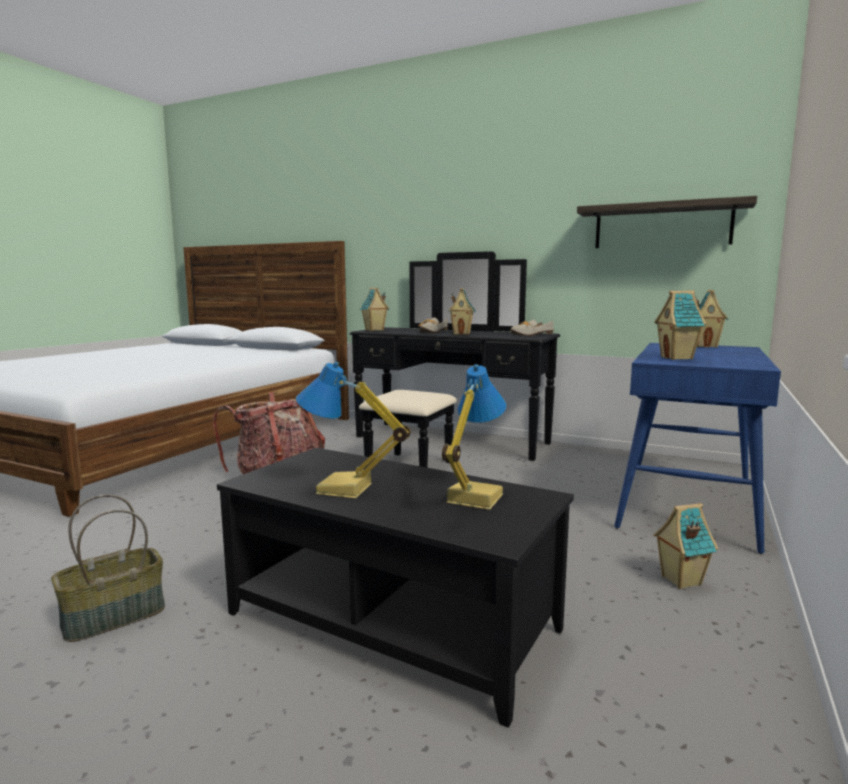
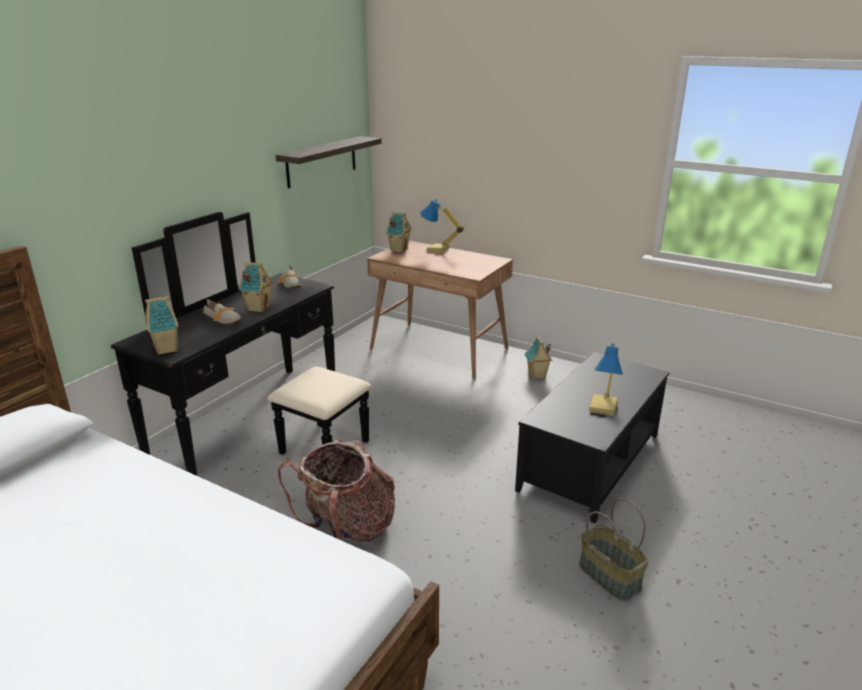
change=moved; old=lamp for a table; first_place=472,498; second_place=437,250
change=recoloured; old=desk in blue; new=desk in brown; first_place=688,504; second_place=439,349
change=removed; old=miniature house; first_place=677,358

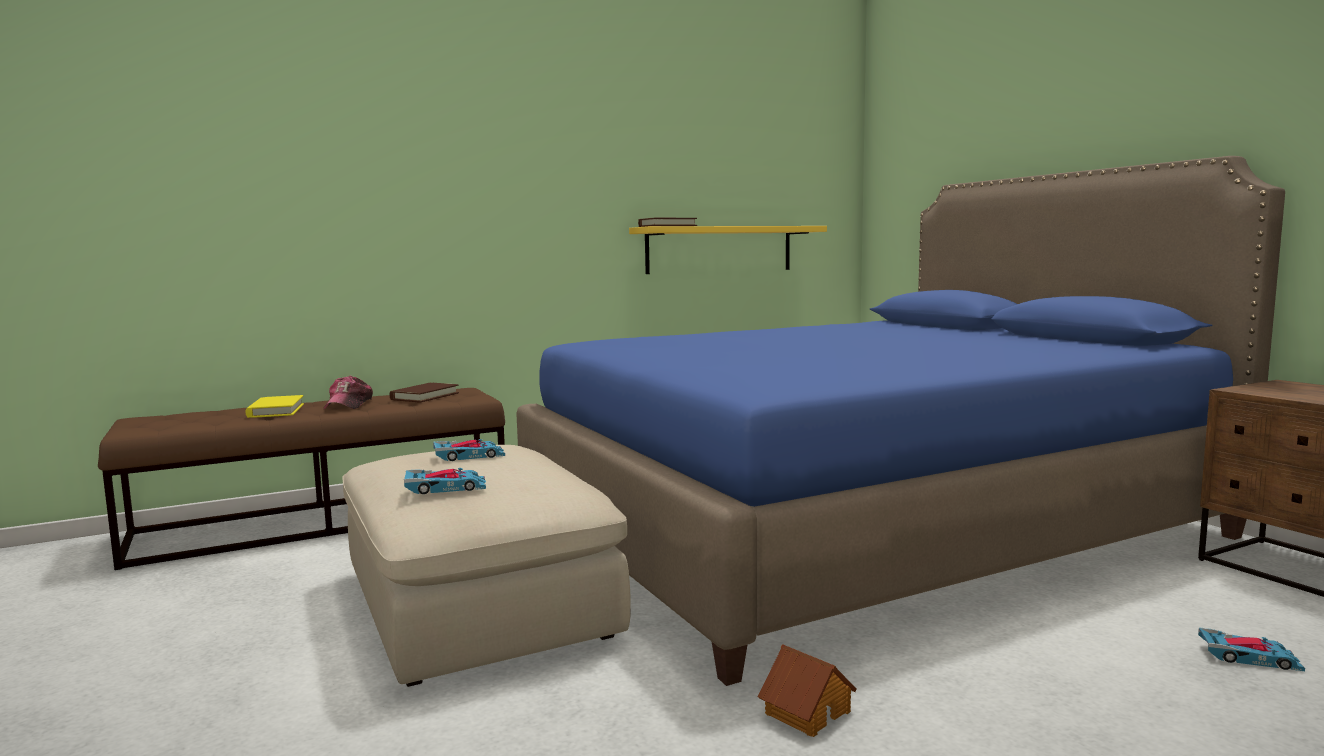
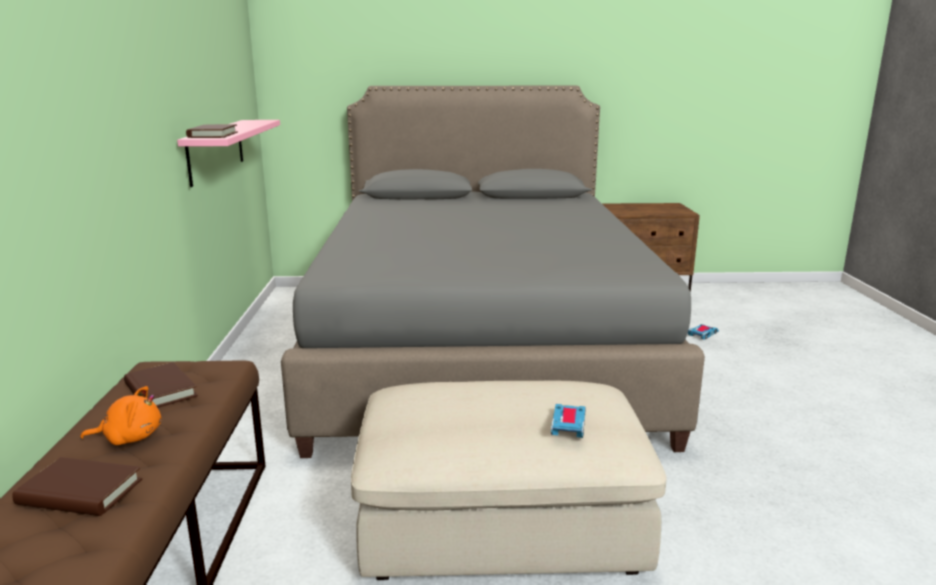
change=recoloured; old=bound book in yellowish; new=bound book in brown; first_place=276,411; second_place=80,492
change=replaced; old=peaked cap; new=soft toy in orange; first_place=349,404; second_place=130,438
change=removed; old=miniature car; first_place=469,456
change=recoloured; old=bedroom bed in blue; new=bedroom bed in greyish; first_place=863,525; second_place=480,348
change=recoloured; old=bracket shelf in yellowish; new=bracket shelf in pinkish; first_place=720,249; second_place=216,150
change=removed; old=miniature house; first_place=806,712

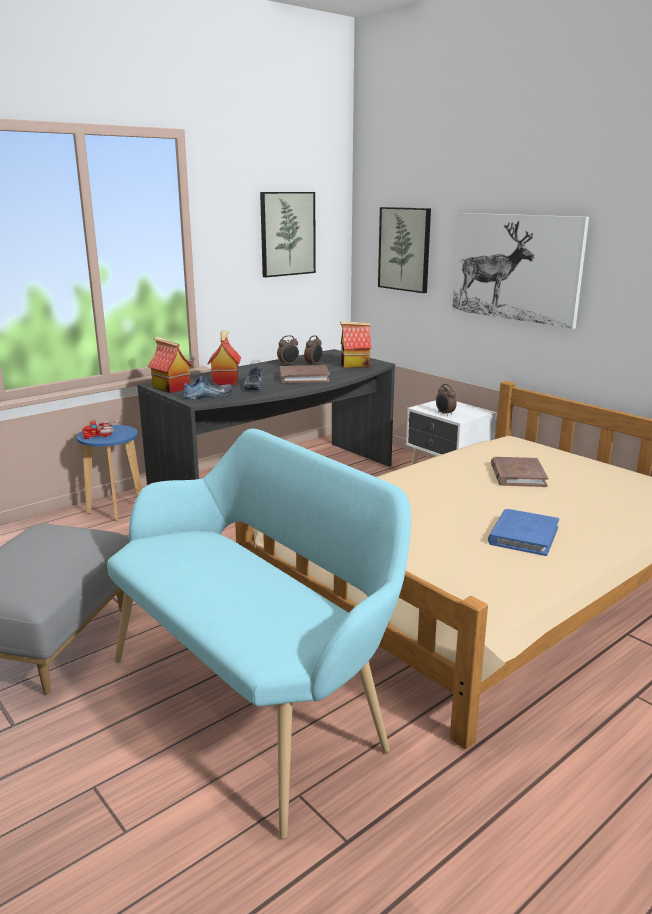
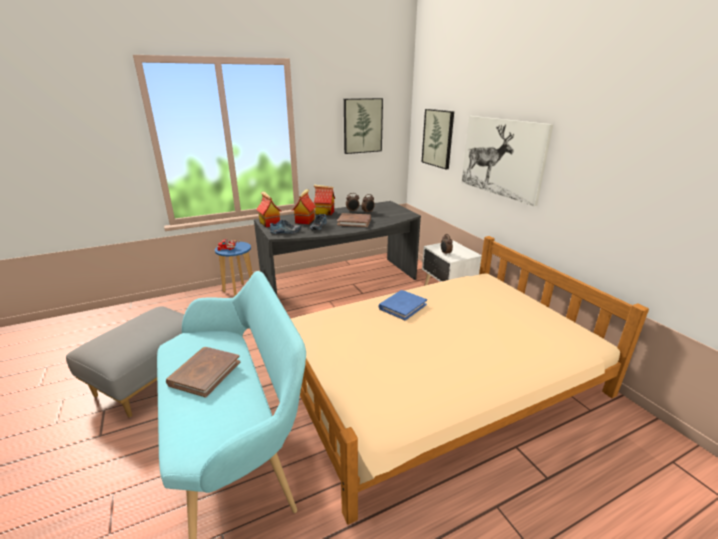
change=moved; old=miniature house; first_place=354,365; second_place=324,212
change=moved; old=bound book in blue; first_place=523,535; second_place=402,306
change=moved; old=bound book in brown; first_place=517,475; second_place=205,373

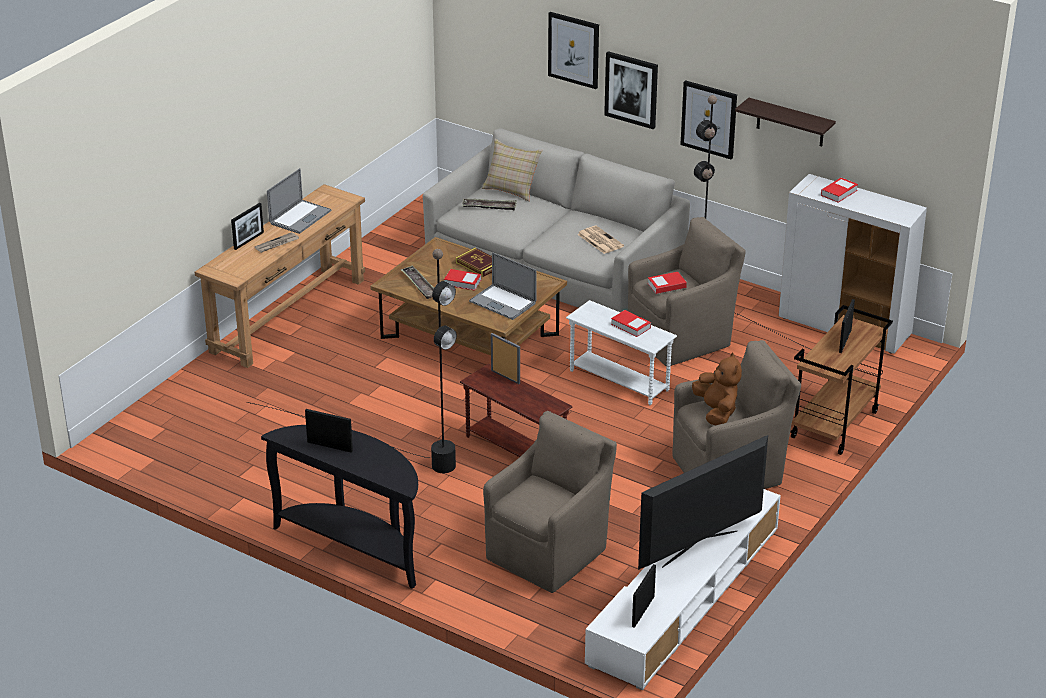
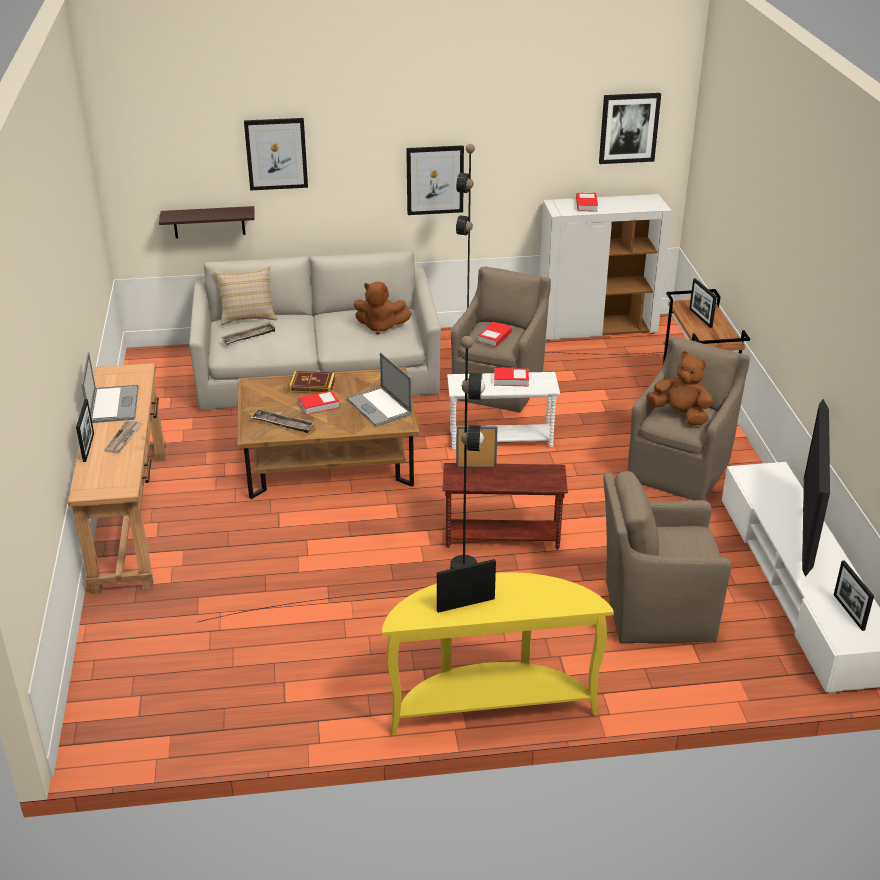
change=recoloured; old=console table in black; new=console table in yellowish; first_place=355,545; second_place=490,704
change=turned; old=portable computer; first_place=502,302; second_place=379,407; degrees=60
change=turned; old=lounge chair in brown; first_place=549,552; second_place=654,610; degrees=-90
change=replaced; old=printed paper; new=soft toy in brown; first_place=599,240; second_place=380,327
change=moved; old=picture; first_place=631,89; second_place=629,128
change=moved; old=bracket shelf; first_place=790,123; second_place=209,222

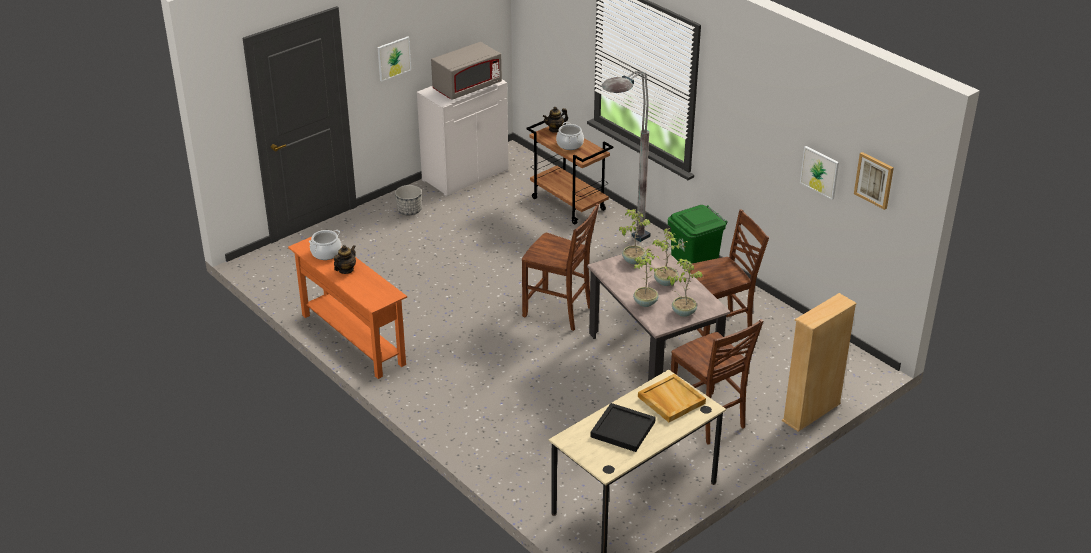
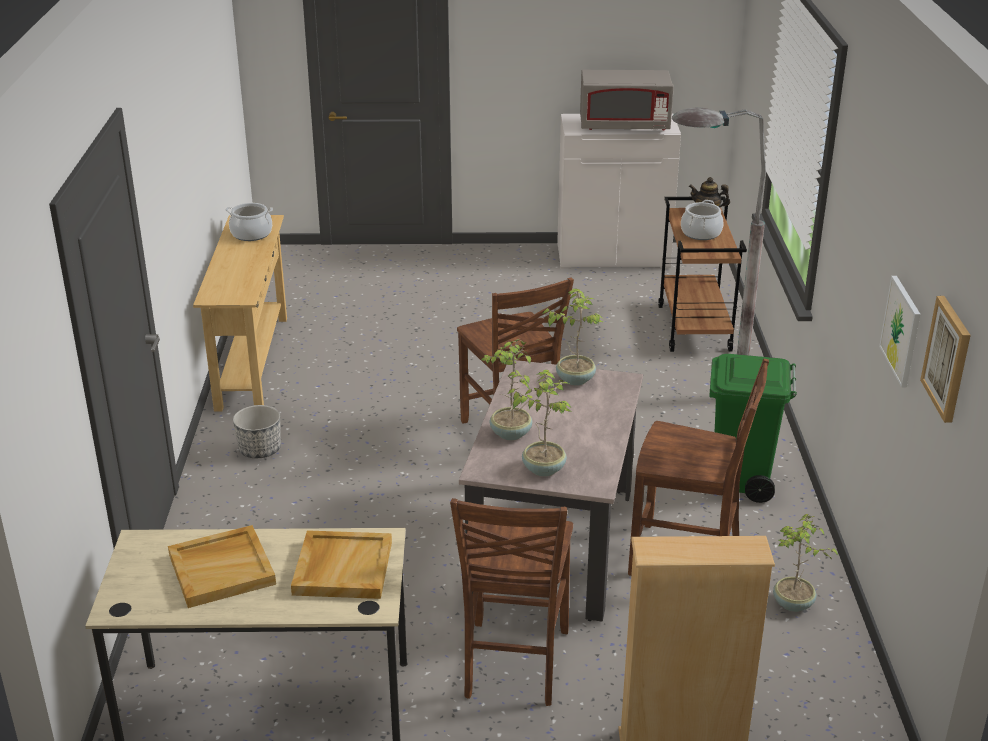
change=recoloured; old=console table in orange; new=console table in beige-coloured; first_place=352,339; second_place=251,362
change=removed; old=tea pot; first_place=346,270
change=removed; old=picture; first_place=393,58
change=moved; old=plant pot; first_place=409,210; second_place=260,449
change=recoloured; old=carrying tray in black; new=carrying tray in beige-coloured; first_place=622,429; second_place=222,569
change=moved; old=plant in a pot; first_place=666,282; second_place=793,604

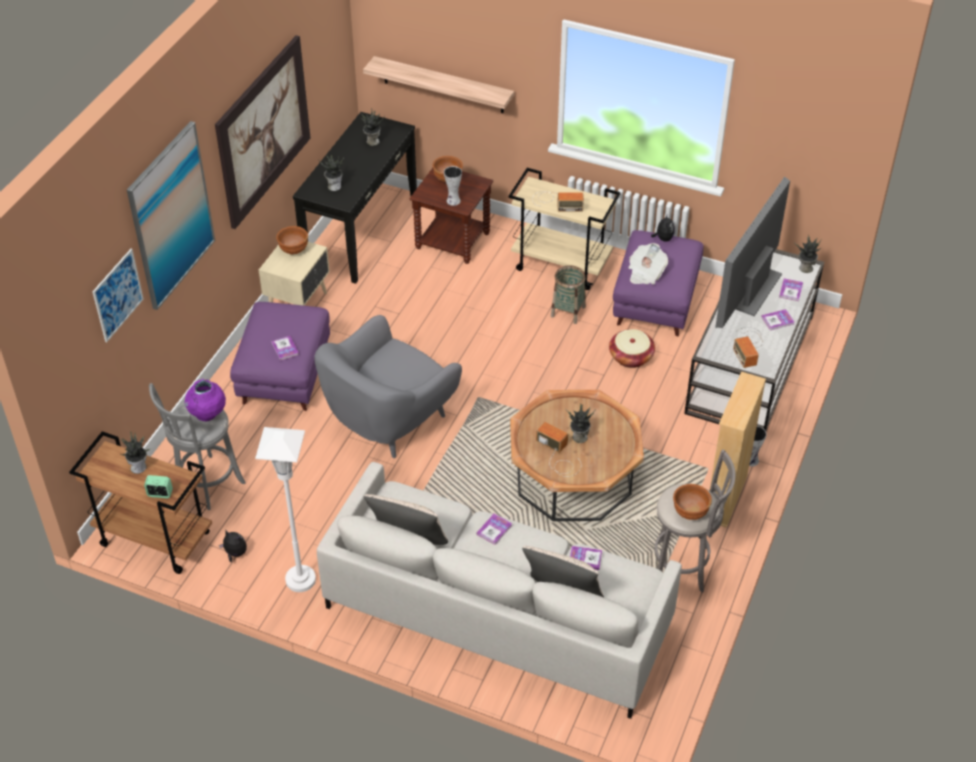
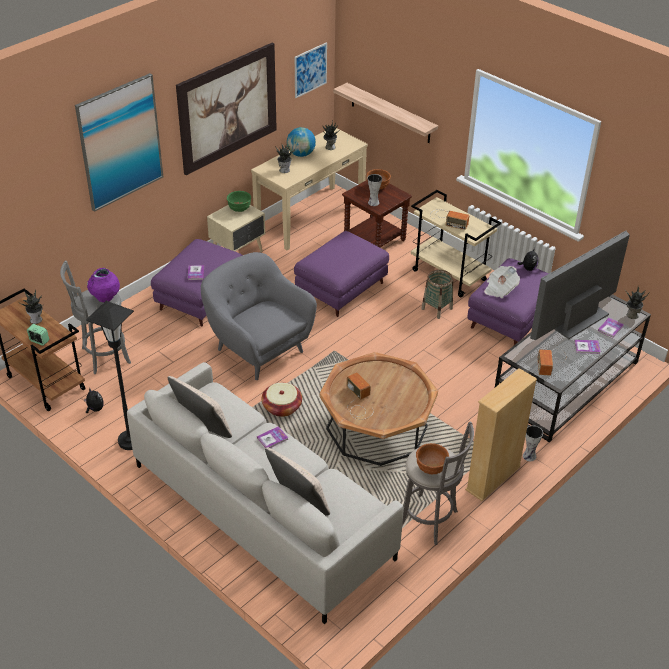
change=moved; old=picture; first_place=118,295; second_place=310,70
change=recoloured; old=standing lamp in white-coloured; new=standing lamp in black; first_place=300,579; second_place=130,441
change=recoloured; old=deep dish in brown; new=deep dish in green-coloured; first_place=293,250; second_place=239,209
change=recoloured; old=console table in black; new=console table in beige-coloured; first_place=360,232; second_place=310,217
change=turned; old=lounge chair in greyish; first_place=389,420; second_place=258,349; degrees=75
change=removed; old=plant in a pot; first_place=579,437
change=removed; old=bound book; first_place=585,558
change=moved; old=household basket; first_place=631,357; second_place=282,407
change=added; new=world globe; second_place=301,154
change=added; new=footrest in purple-coloured; second_place=341,289

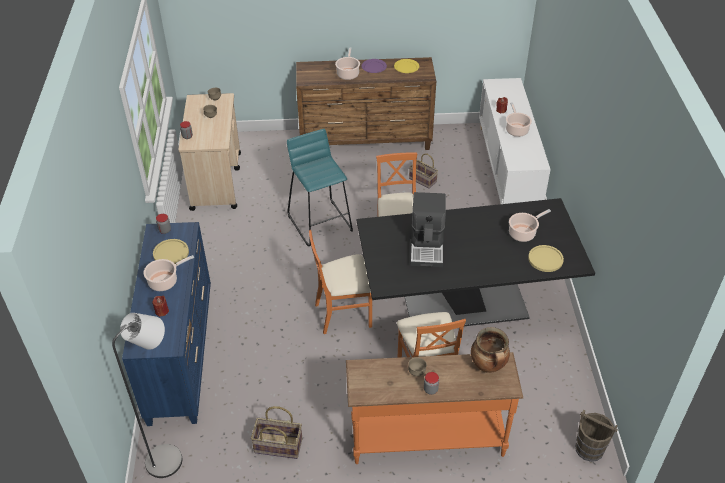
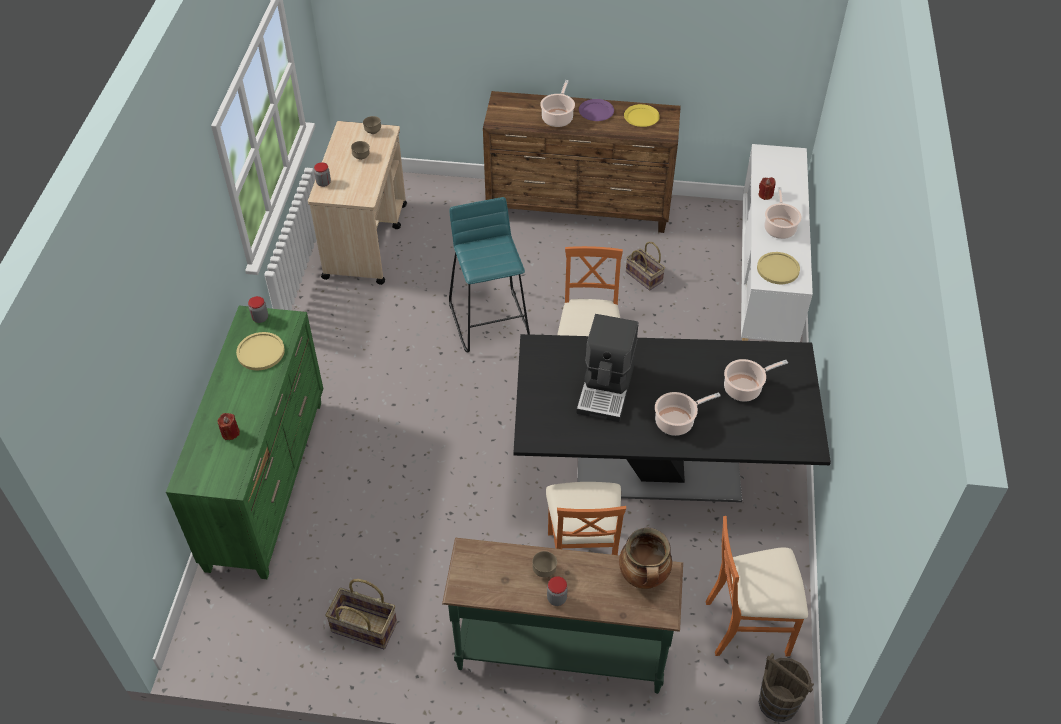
change=removed; old=standing lamp in greyish; first_place=170,457
change=recoloured; old=drawer chest in blue; new=drawer chest in green-coloured; first_place=181,355; second_place=268,482
change=moved; old=saucepot; first_place=165,281; second_place=677,421
change=moved; old=chair in orange; first_place=344,314; second_place=748,625
change=recoloured; old=console table in orange; new=console table in green-coloured; first_place=427,439; second_place=561,651
change=moved; old=dinner plate in yellowish; first_place=545,259; second_place=778,269

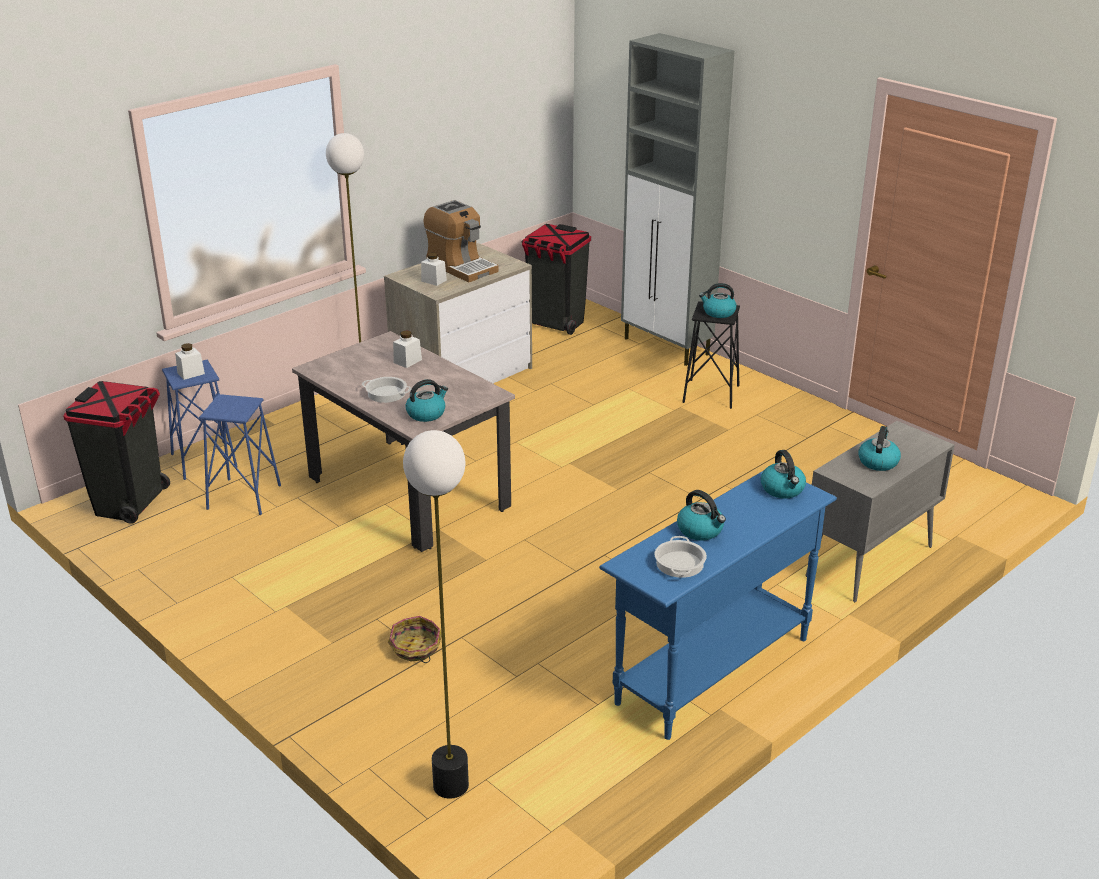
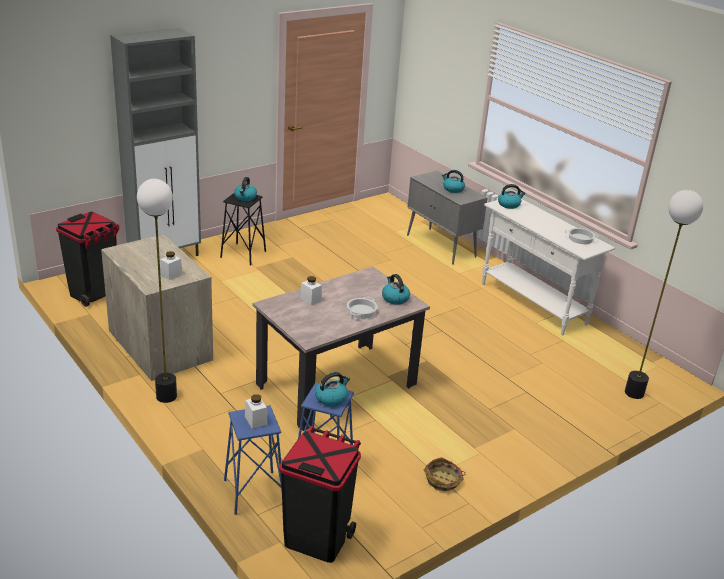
change=moved; old=household basket; first_place=415,648; second_place=443,480
change=removed; old=coffee machine; first_place=461,267
change=recoloured; old=console table in blue; new=console table in white-coloured; first_place=712,670; second_place=533,304
change=moved; old=tea kettle; first_place=701,530; second_place=331,398

